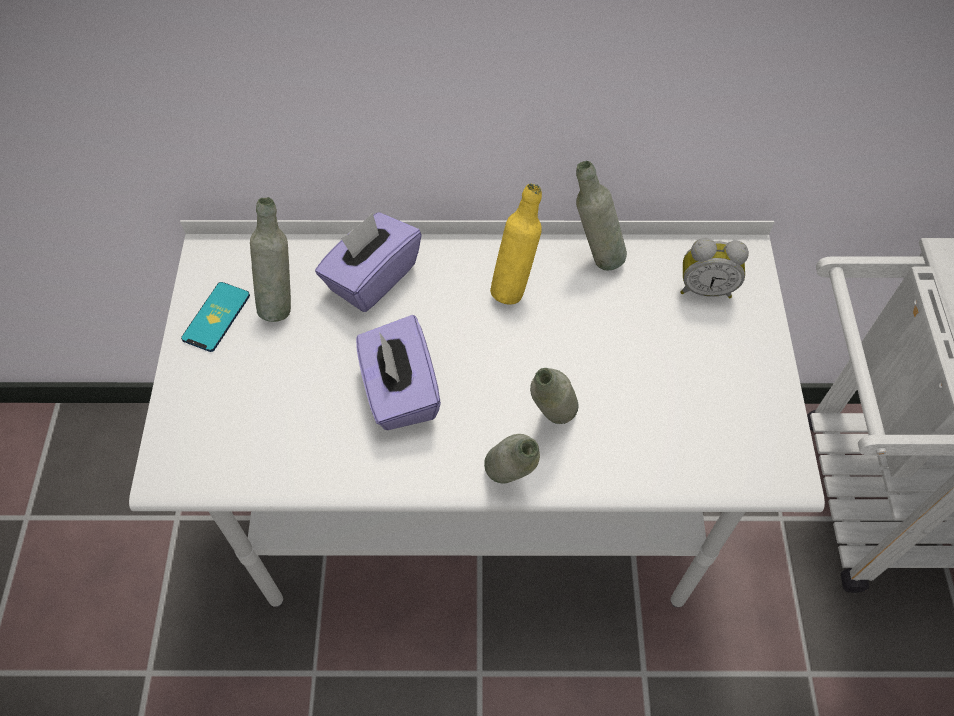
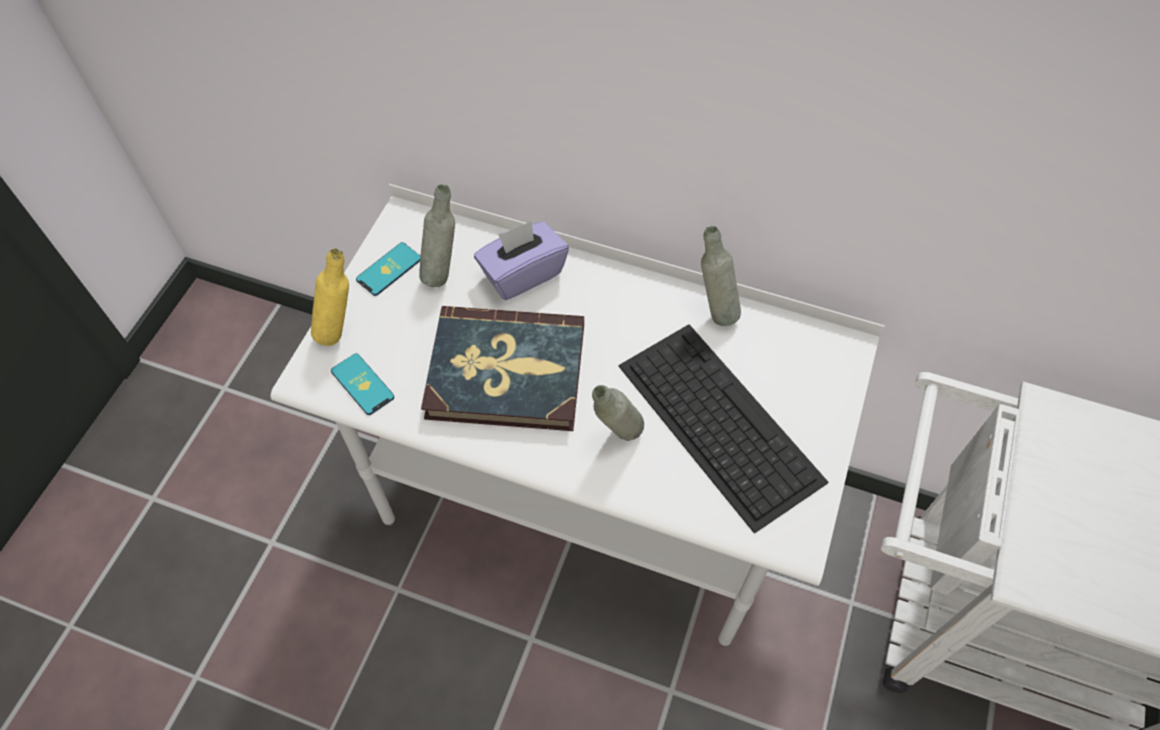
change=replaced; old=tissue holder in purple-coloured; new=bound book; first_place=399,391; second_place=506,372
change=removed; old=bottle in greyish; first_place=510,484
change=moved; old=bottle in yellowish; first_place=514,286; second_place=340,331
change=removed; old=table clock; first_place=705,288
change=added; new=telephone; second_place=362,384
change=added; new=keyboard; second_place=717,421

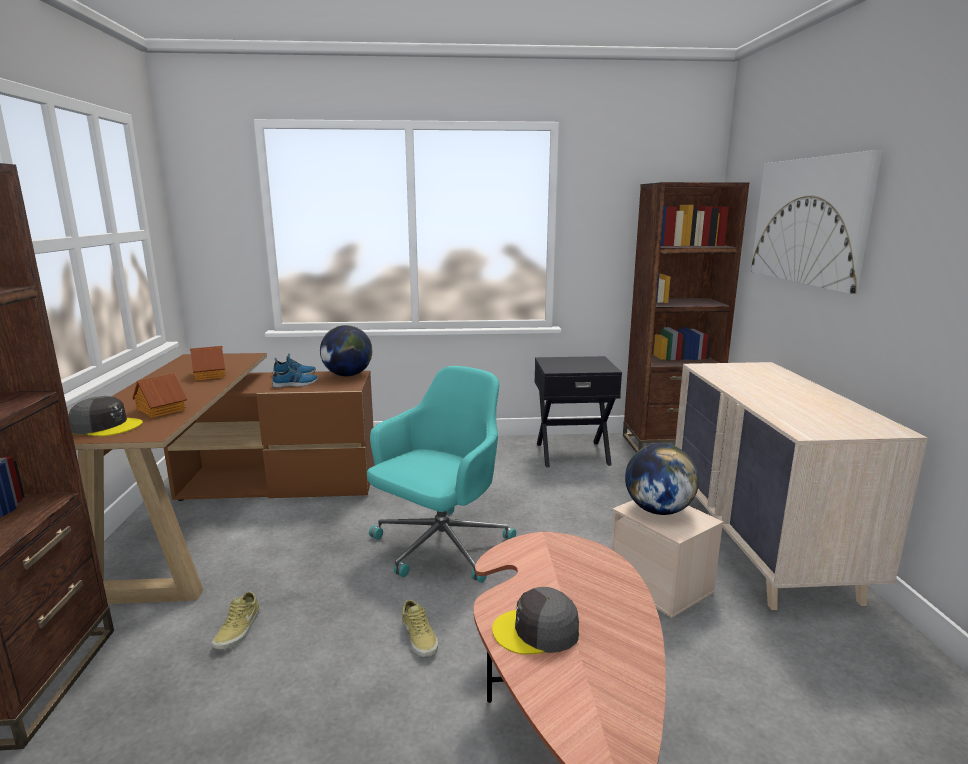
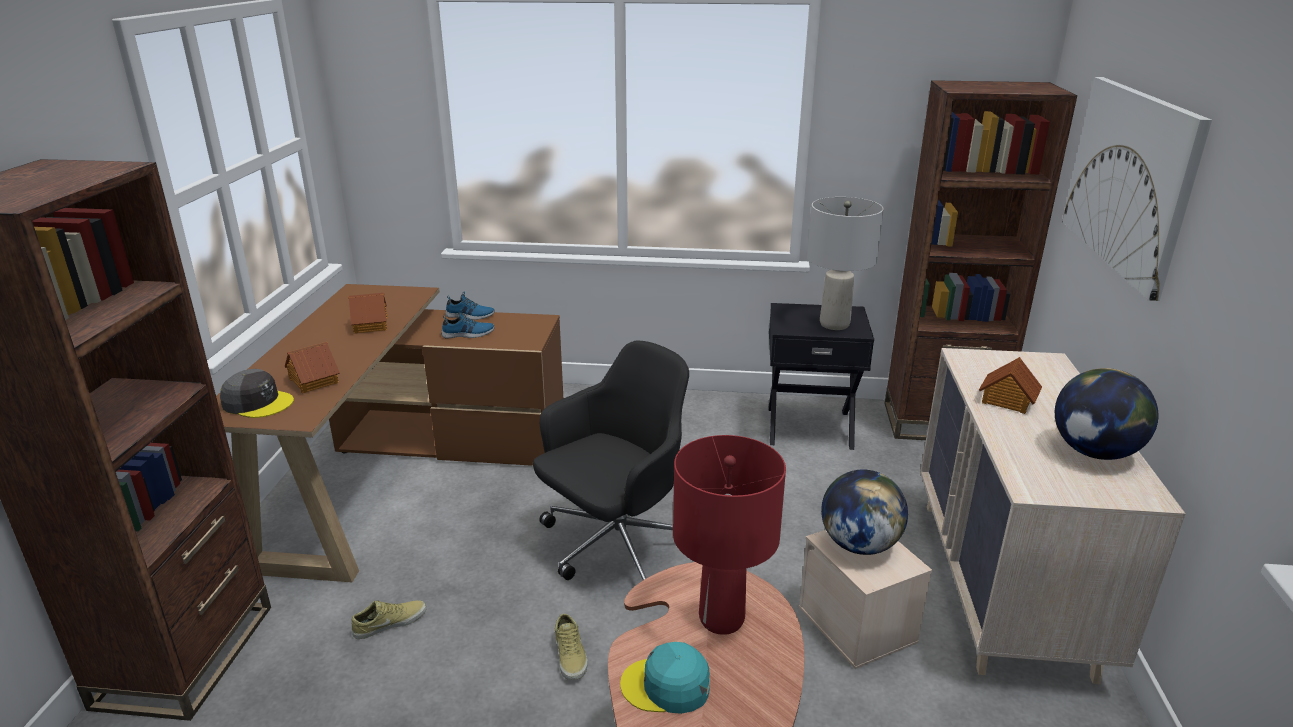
change=turned; old=low shoe in beige-coloured; first_place=238,630; second_place=390,622; degrees=-135
change=moved; old=world globe; first_place=348,375; second_place=1094,452
change=recoloured; old=computer chair in turquoise-coloured; new=computer chair in black; first_place=440,547; second_place=616,546
change=recoloured; old=peaked cap in greyish; new=peaked cap in turquoise-coloured; first_place=537,631; second_place=666,686
change=added; new=lamp for a table in reddish; second_place=722,618
change=added; new=lamp for a table in greyish; second_place=834,324
change=added; new=miniature house; second_place=1007,400

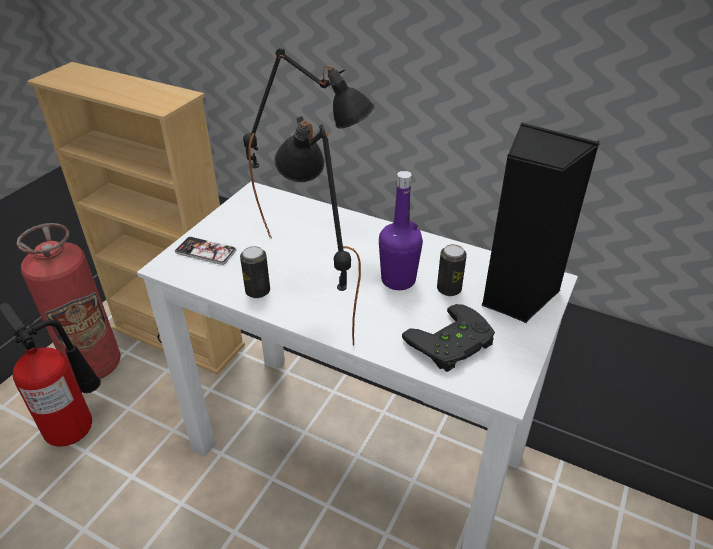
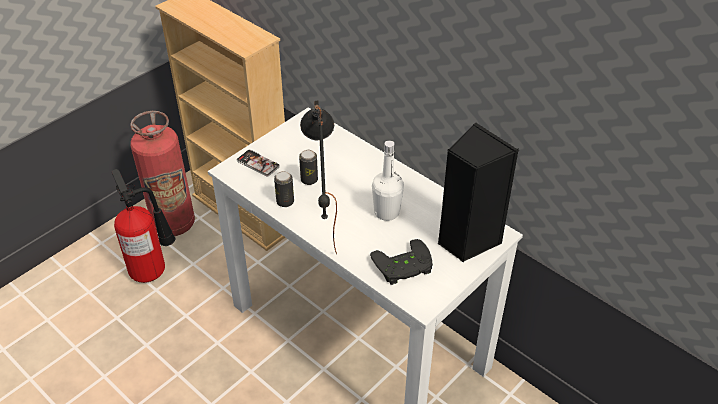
change=removed; old=lamp for a table in black; first_place=313,231
change=recoloured; old=bottle in purple-coloured; new=bottle in white-coloured; first_place=398,280; second_place=386,212
change=moved; old=metal can; first_place=449,289; second_place=309,180

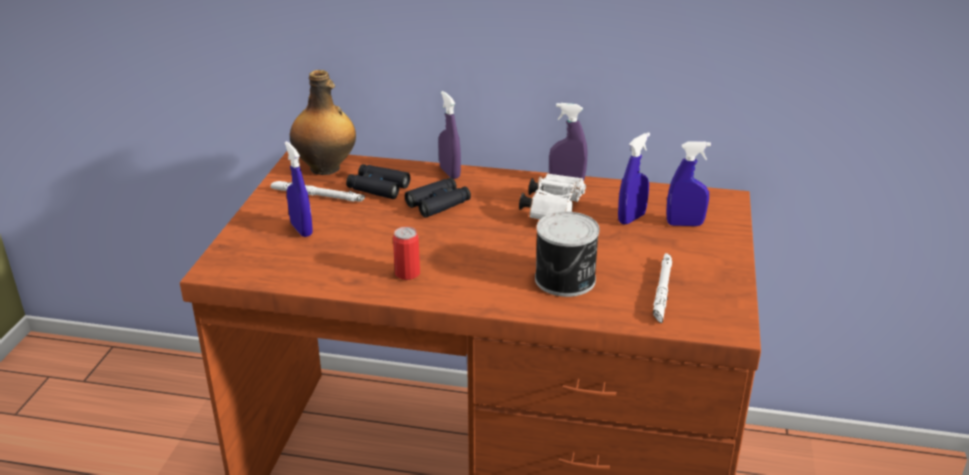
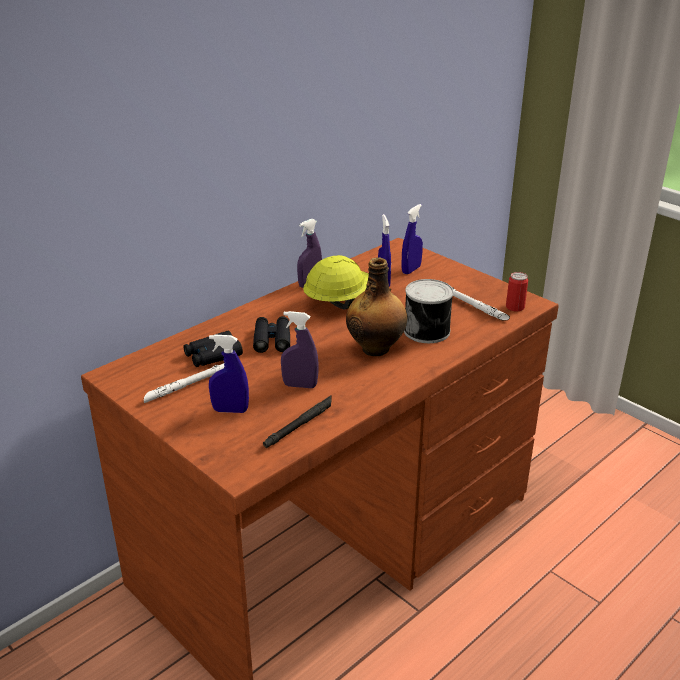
change=moved; old=bottle; first_place=326,168; second_place=376,348
change=moved; old=metal can; first_place=407,273; second_place=515,307
change=moved; old=hand sprayer in purple-coloured; first_place=449,173; second_place=300,385
change=replaced; old=pair of binoculars in white-coloured; new=work helmet in yellowish; first_place=553,210; second_place=339,302
change=added; new=torch in black; second_place=300,425

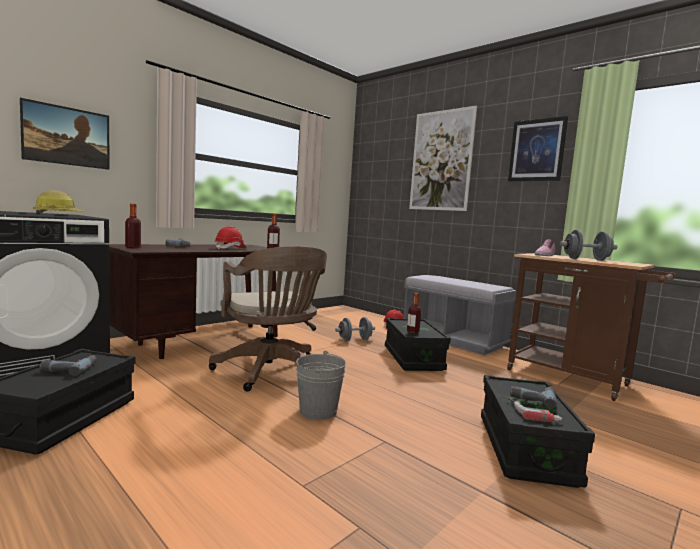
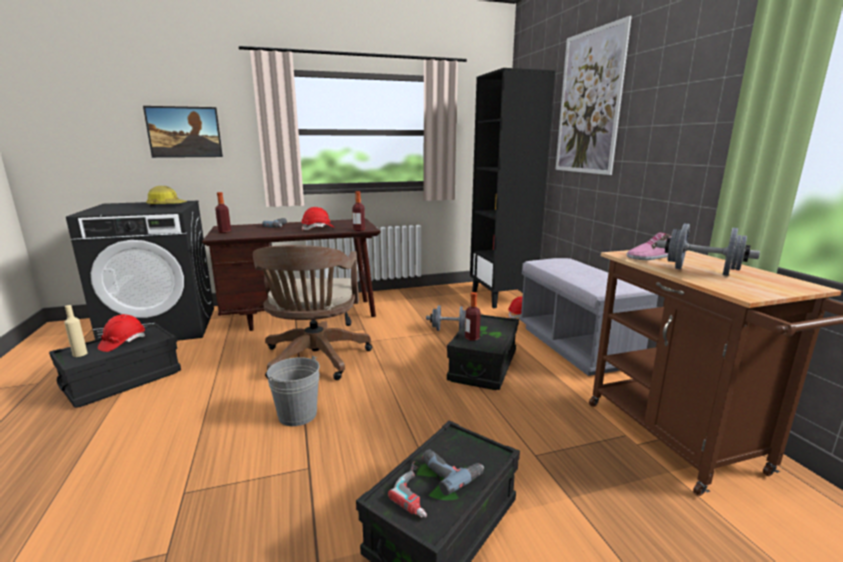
change=replaced; old=power drill; new=work helmet in reddish; first_place=69,369; second_place=123,342
change=removed; old=picture; first_place=537,150
change=added; new=bottle in beige-coloured; second_place=80,354
change=added; new=bookshelf in black; second_place=502,297

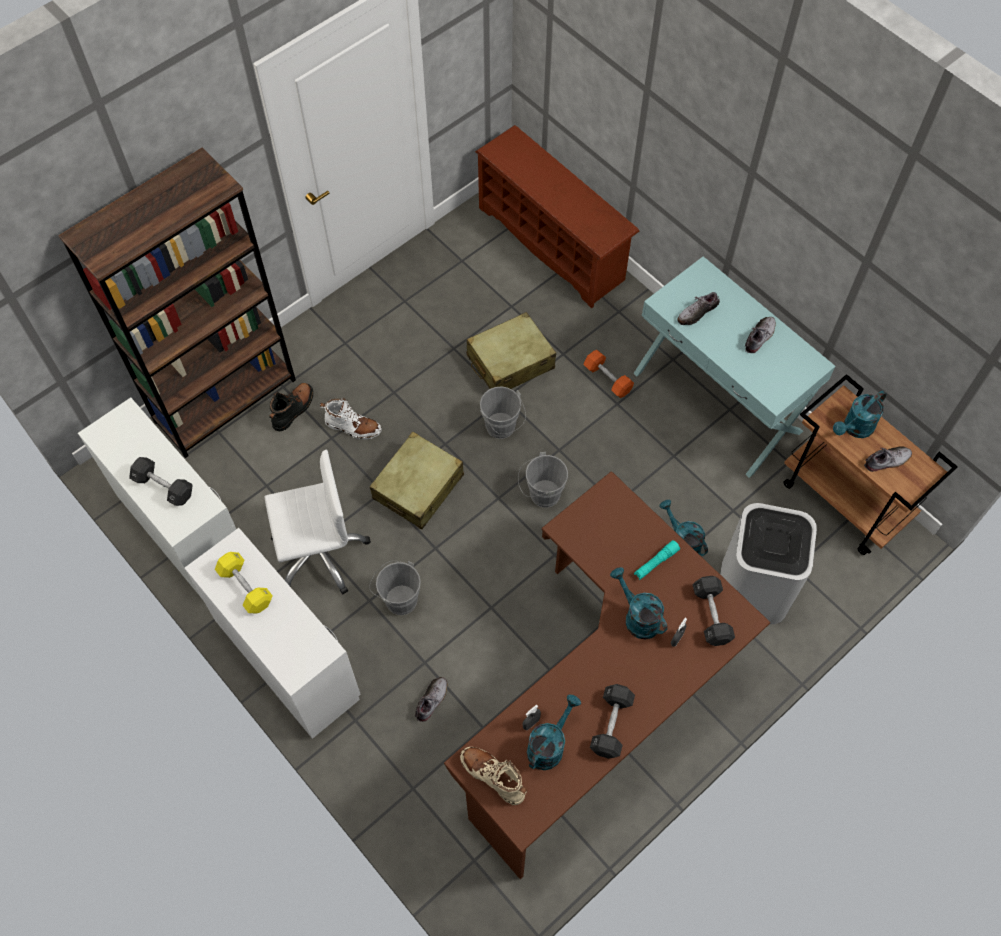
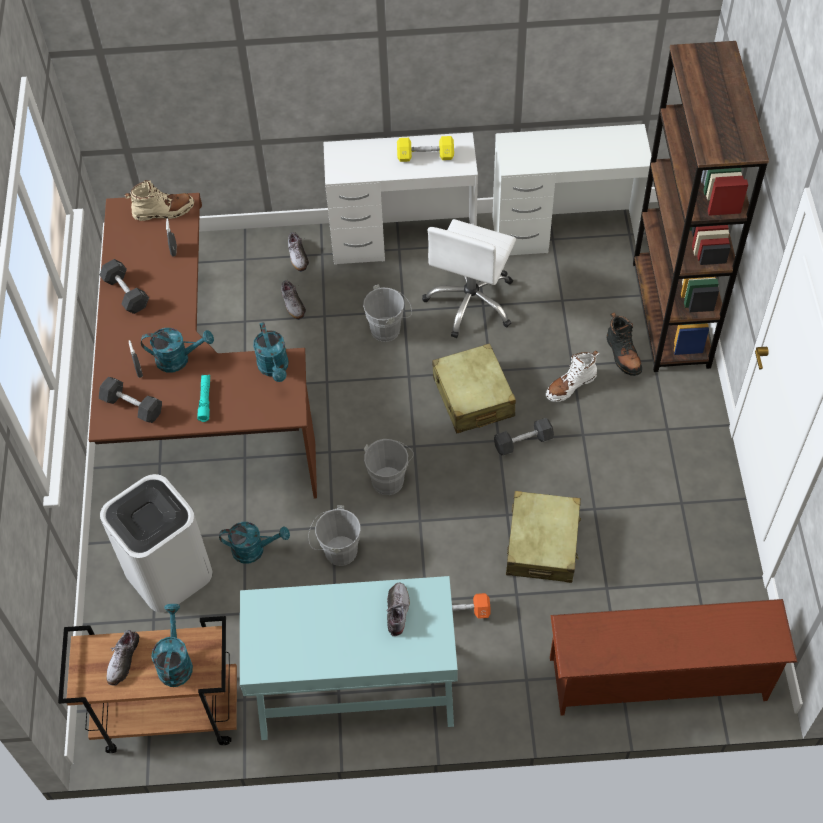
change=moved; old=hand weight in black; first_place=163,486; second_place=523,442
change=moved; old=pail in greyish; first_place=502,428; second_place=337,551
change=moved; old=sprinkling can in turquoise-coloured; first_place=549,744; second_place=274,368
change=moved; old=low shoe; first_place=760,337; second_place=297,256

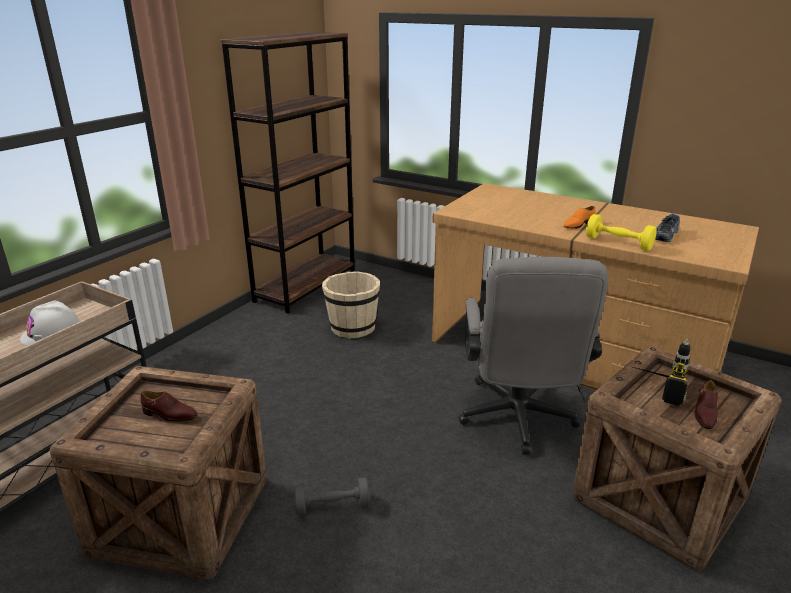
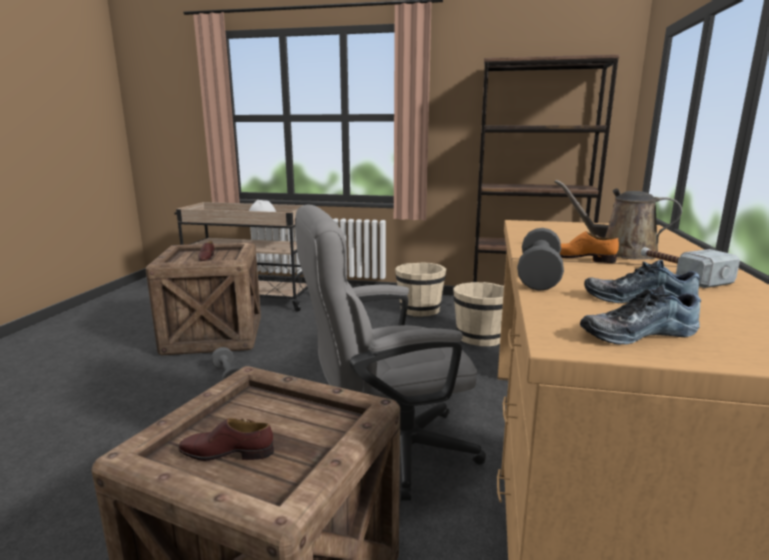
change=recoloured; old=hand weight in yellowish; new=hand weight in greyish; first_place=618,243; second_place=539,276
change=removed; old=power drill; first_place=653,387
change=added; new=pail in beige-coloured; second_place=419,310
change=added; new=sprinkling can in brown; second_place=620,253
change=added; new=low shoe; second_place=636,333
change=added; new=hand hammer; second_place=678,274

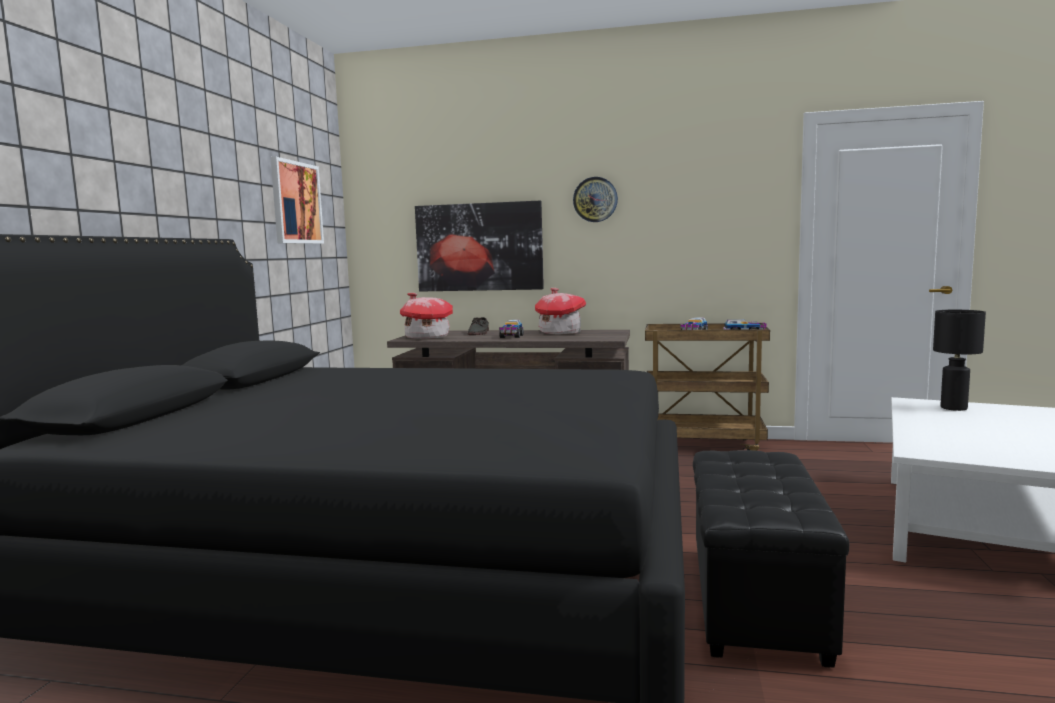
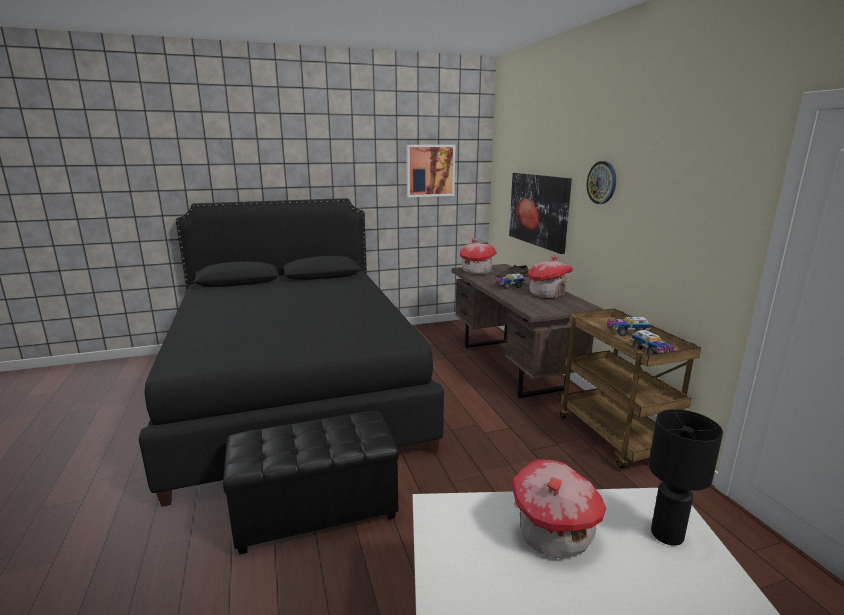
change=added; new=miniature house; second_place=554,533

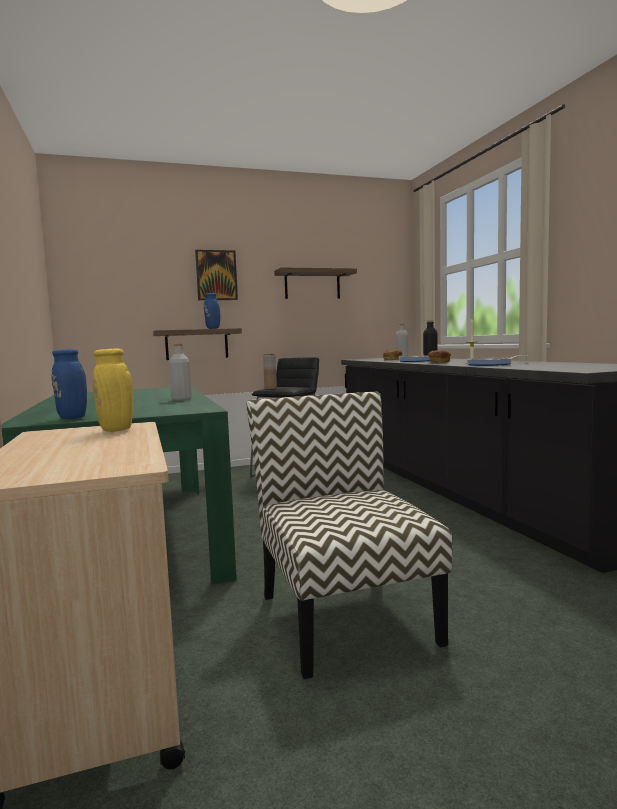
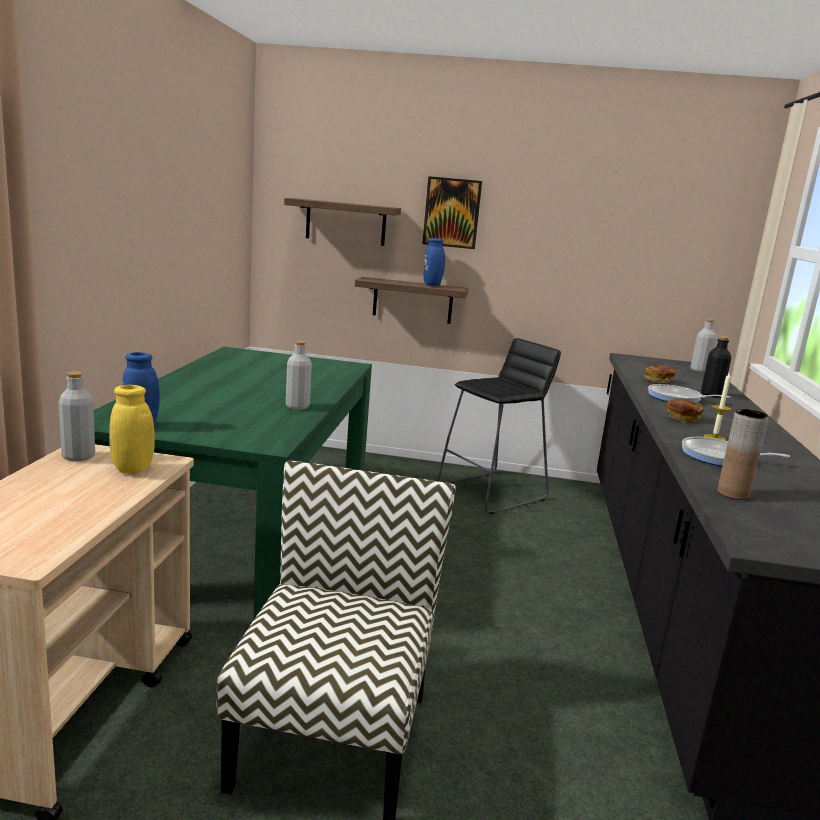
change=moved; old=decorative vase in brown; first_place=270,389; second_place=733,494
change=moved; old=bracket shelf; first_place=312,284; second_place=346,222
change=added; new=bottle in greyish; second_place=78,456

